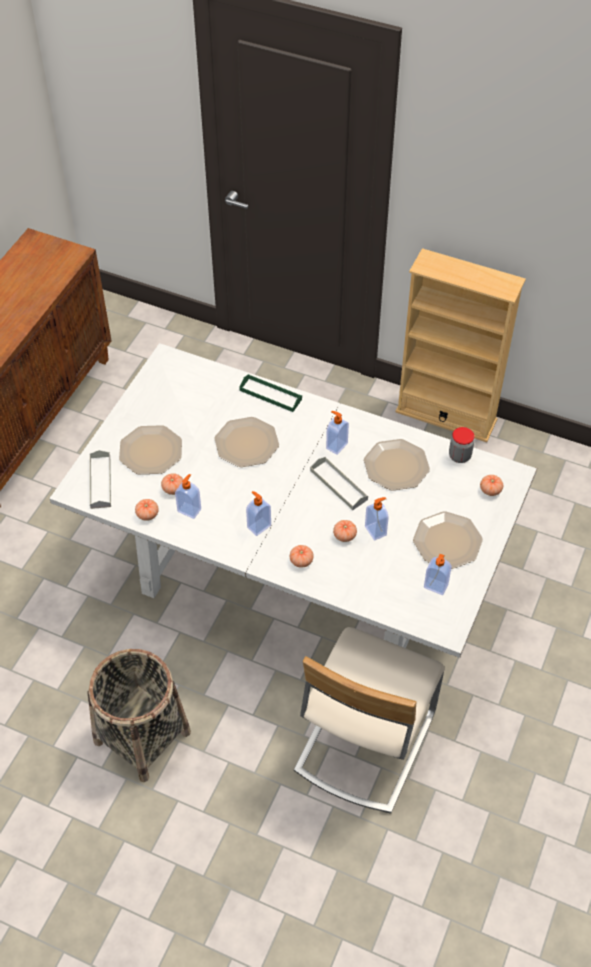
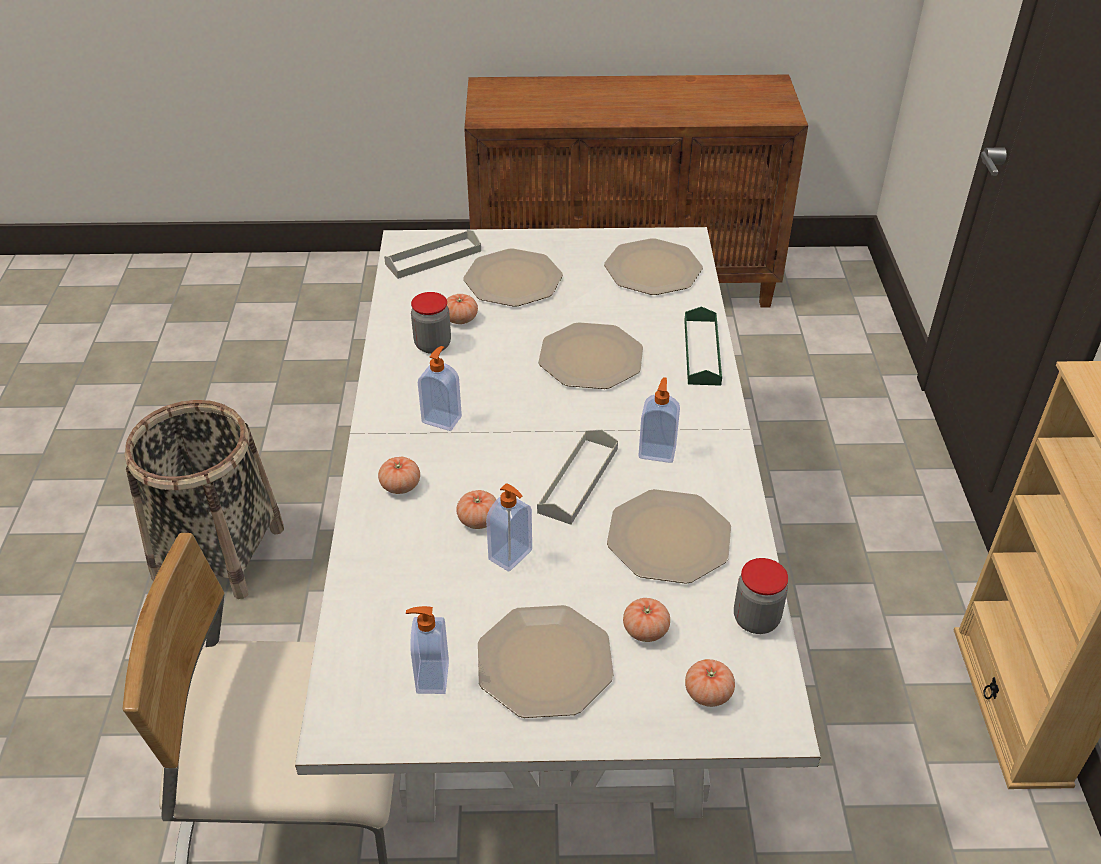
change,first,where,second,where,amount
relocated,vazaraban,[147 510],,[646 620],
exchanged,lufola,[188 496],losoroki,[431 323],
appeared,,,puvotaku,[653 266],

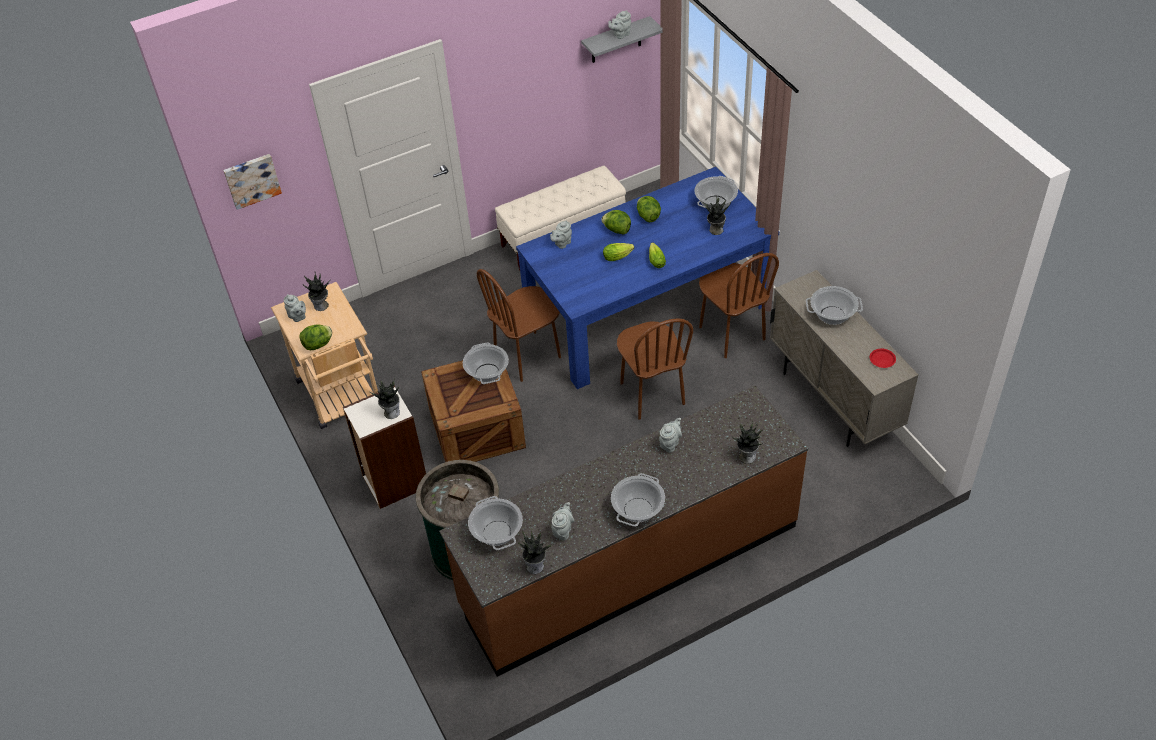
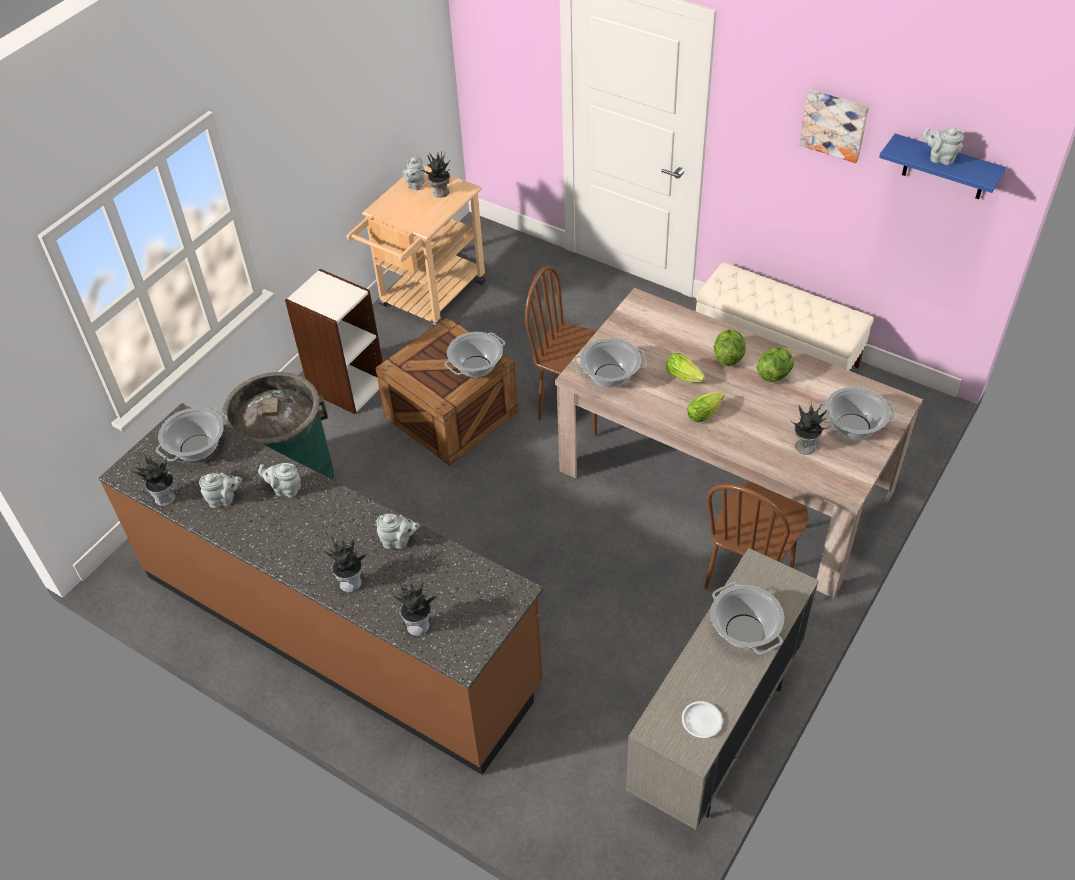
change,first,where,second,where,amount
relocated,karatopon,[252 182],,[834 126],
missing,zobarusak,[315 337],,,
relocated,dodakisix,[384 399],,[347 564],
colour,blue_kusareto,[647 278],beige_kusareto,[739 443],
relocated,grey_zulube,[561 234],,[279 480],
colour,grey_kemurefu,[621 39],blue_kemurefu,[943 166],
relocated,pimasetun,[638 500],,[610 363],
missing,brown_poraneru,[655 369],,,
colour,red_puvotaku,[883 358],white_puvotaku,[702 719],

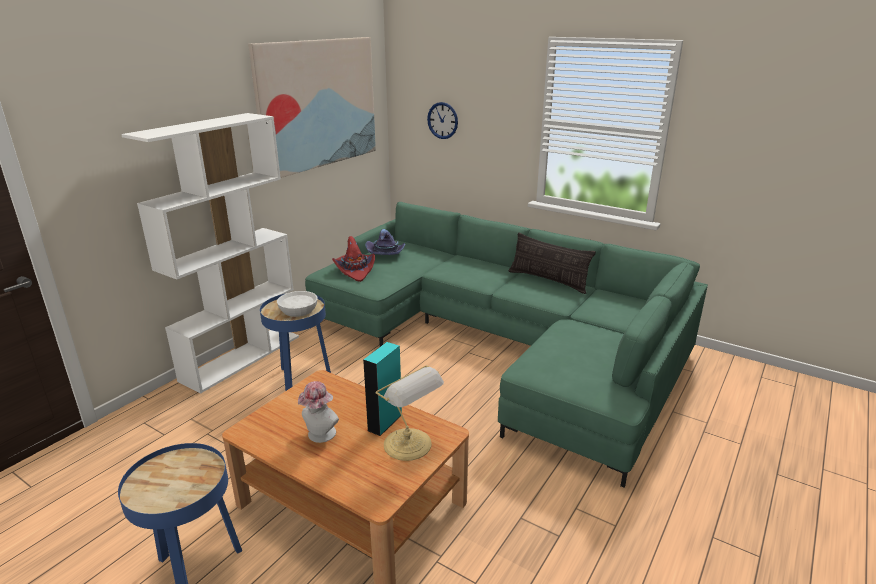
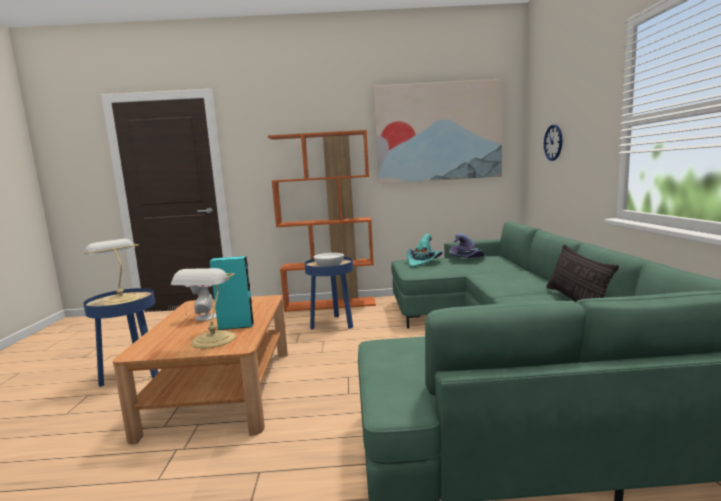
change,first,where,second,where,amount
colour,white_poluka,[210 253],orange_poluka,[321 221],
colour,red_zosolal,[353 259],turquoise_zosolal,[425 250],
appeared,,,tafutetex,[112 272],

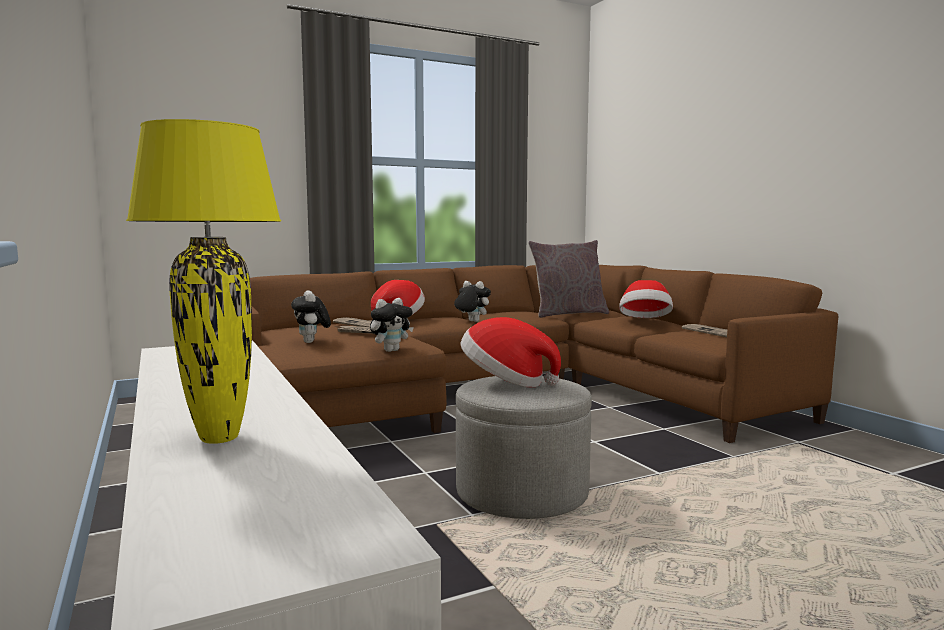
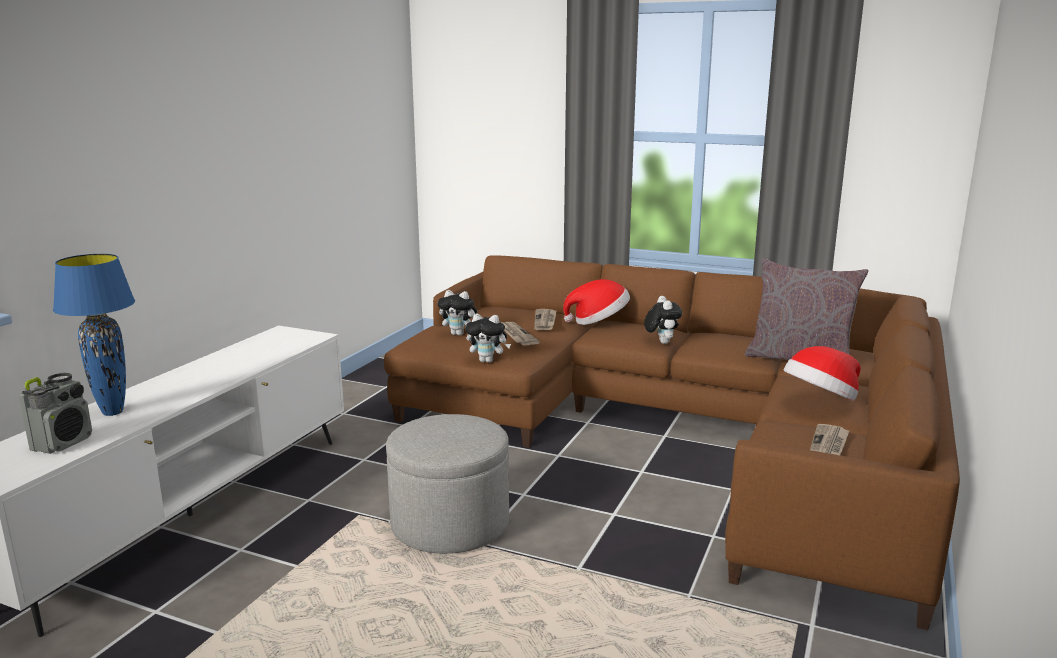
change,first,where,second,where,amount
colour,yellow_tafutetex,[203 281],blue_tafutetex,[94 335],
spun,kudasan,[311 316],,[457 313],105 degrees counterclockwise
missing,zosolal,[510 352],,,
appeared,,,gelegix,[55 413],

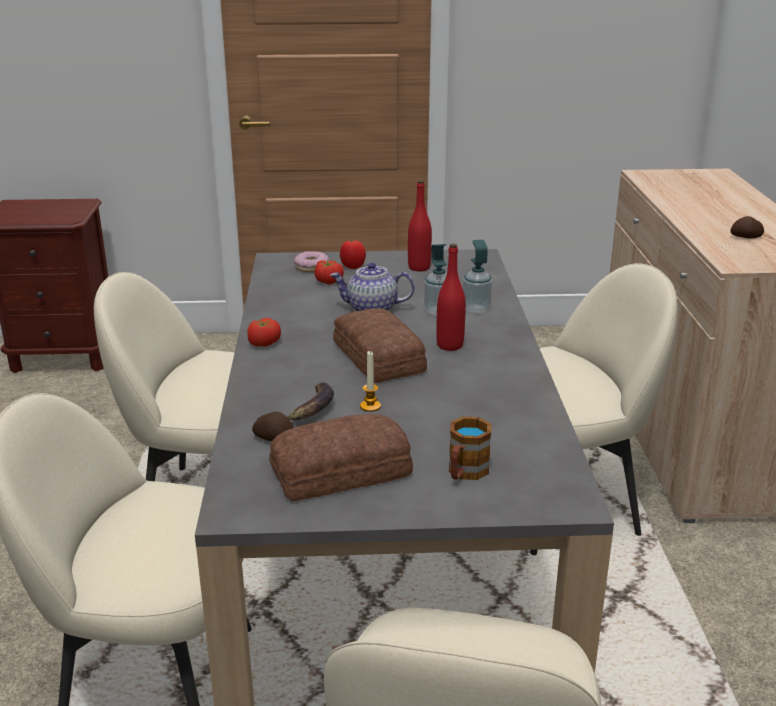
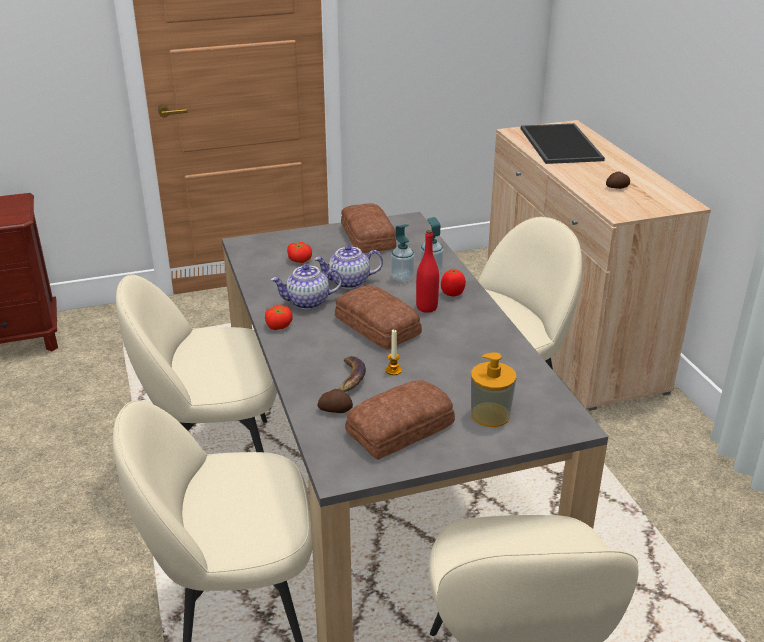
change,first,where,second,where,amount
missing,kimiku,[311 262],,,
relocated,vazaraban,[353 254],,[453 282],
exchanged,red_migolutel,[420 225],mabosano,[368 228],
exchanged,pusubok,[470 448],lufola,[493 389],
appeared,,,zulube,[307 287],
appeared,,,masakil,[562 143],

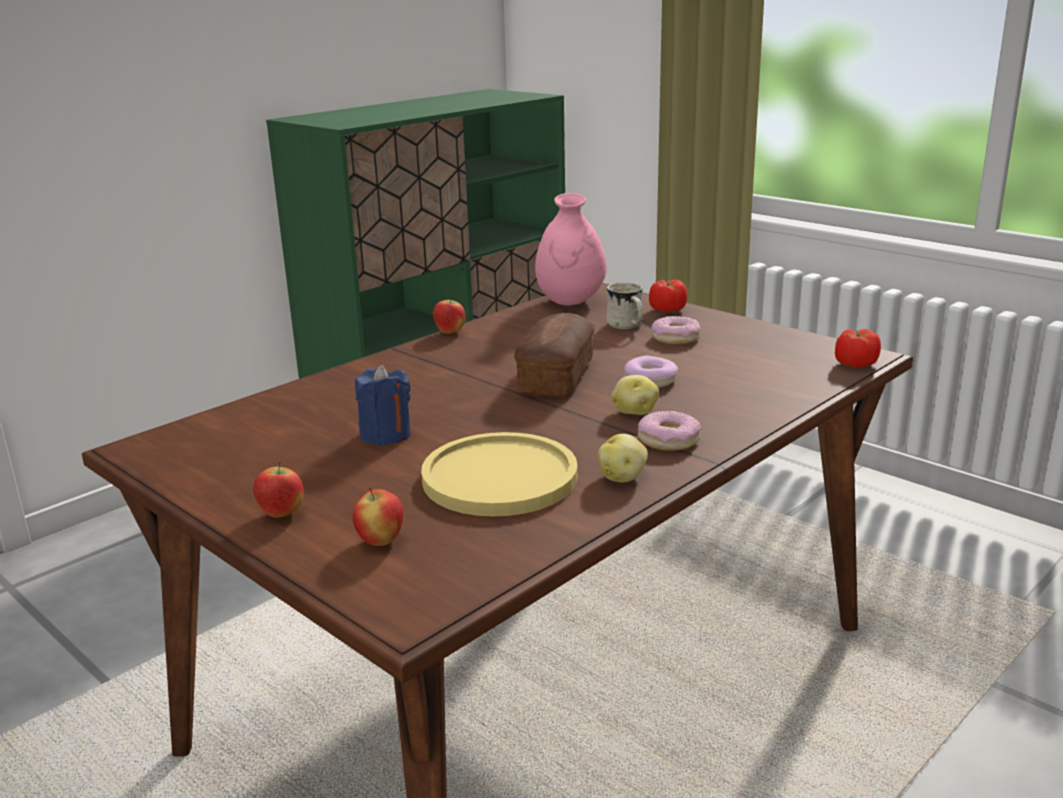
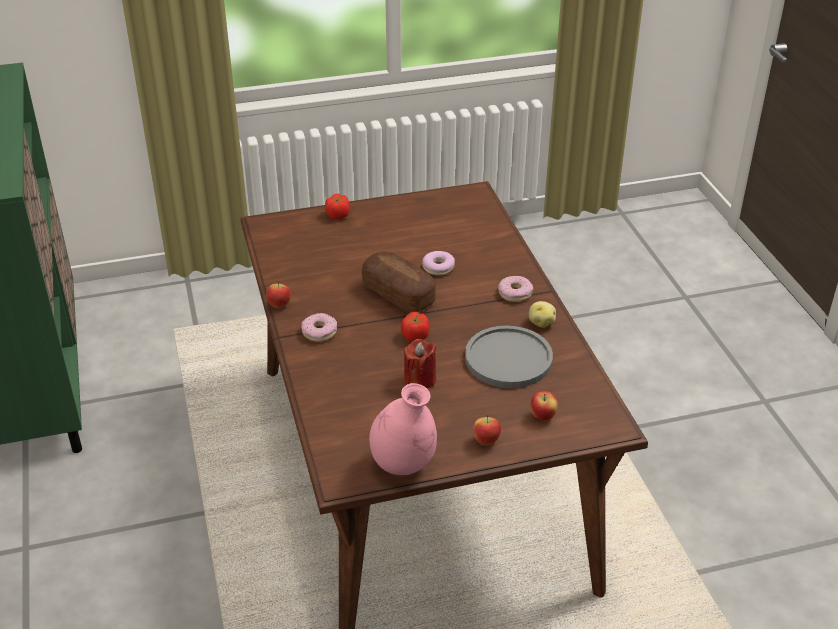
change,first,where,second,where,amount
colour,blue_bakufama,[383 405],red_bakufama,[420 364],
colour,yellow_puvotaku,[499 474],grey_puvotaku,[509 357],
relocated,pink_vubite,[571 249],,[403 429],
missing,white_pusubok,[624 305],,,
missing,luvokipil,[635 395],,,
relocated,kimiku,[676 330],,[319 327],
relocated,vazaraban,[858 348],,[415 327],

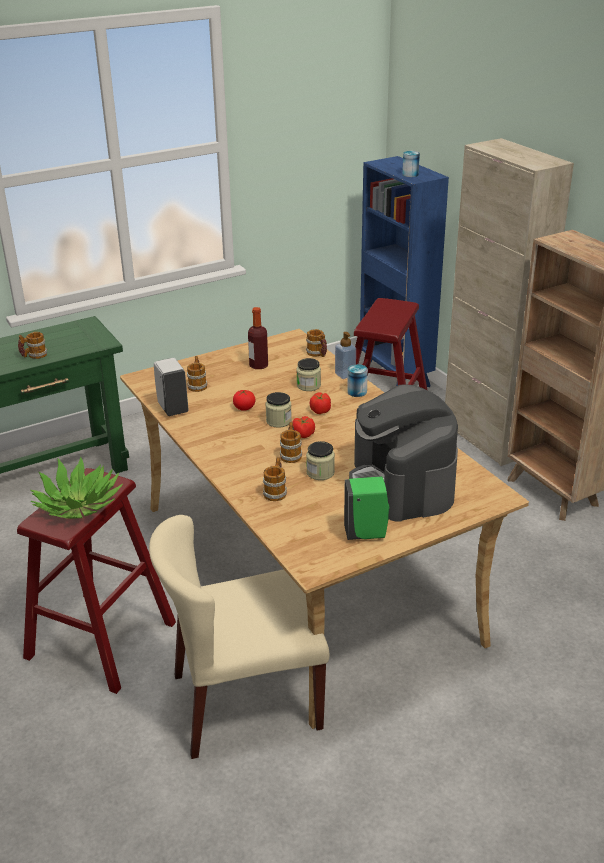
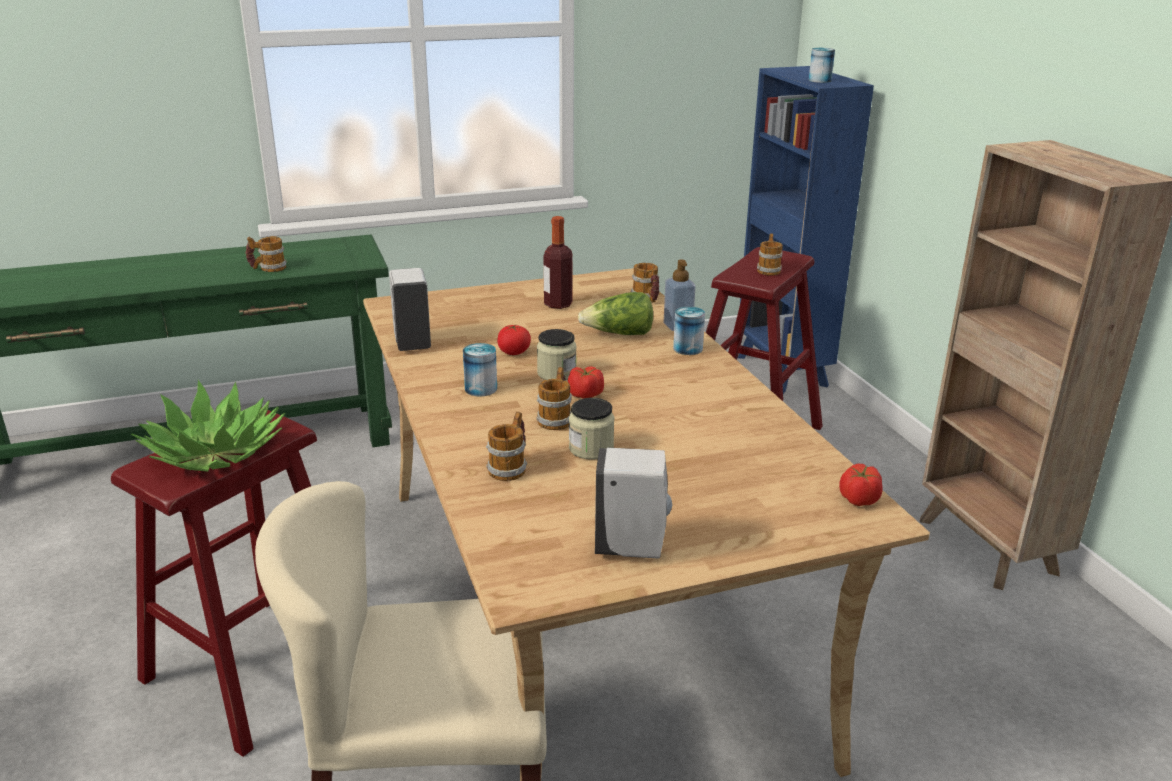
change,first,where,second,where,amount
relocated,pusubok,[197 374],,[770 254],
exchanged,losoroki,[308 374],zobarusak,[615 313],
relocated,vazaraban,[320 403],,[861 485],
colour,green_lufola,[366 508],white_lufola,[633 503],
missing,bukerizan,[403 453],,,
missing,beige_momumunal,[509 302],,,
appeared,,,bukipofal,[480 369],

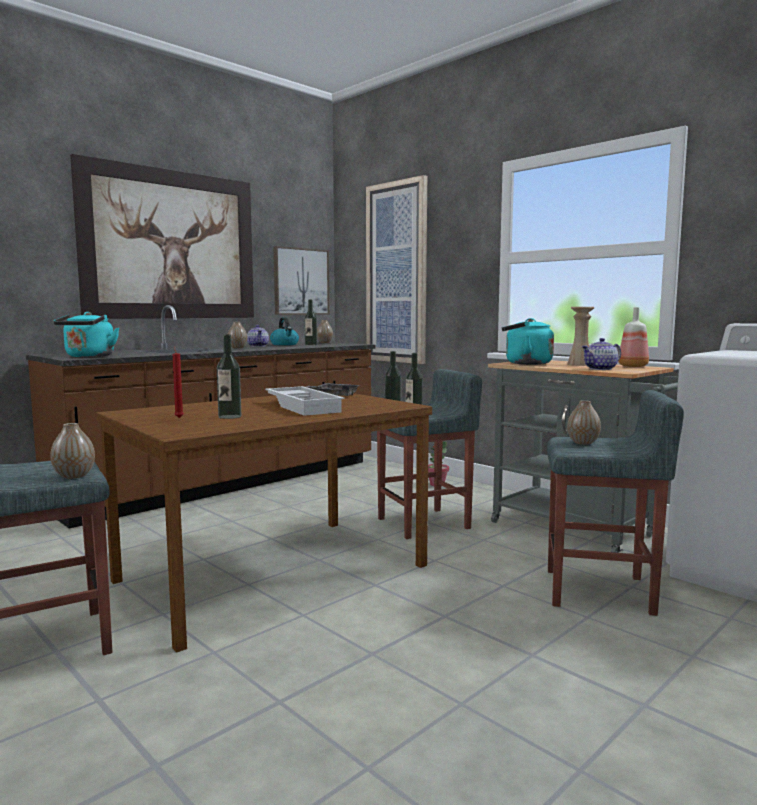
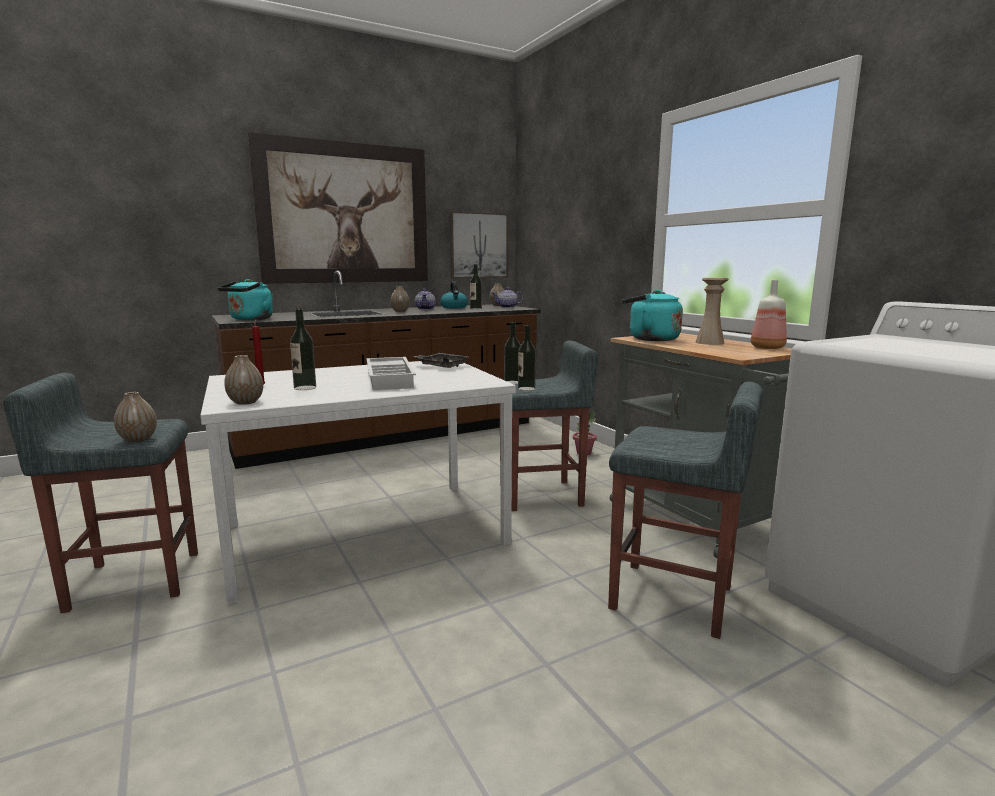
change,first,where,second,where,amount
colour,brown_kusareto,[264 523],white_kusareto,[358 483],
missing,karatopon,[396 269],,,
relocated,vubite,[584 422],,[243 380],
relocated,zulube,[601 354],,[508 298],

